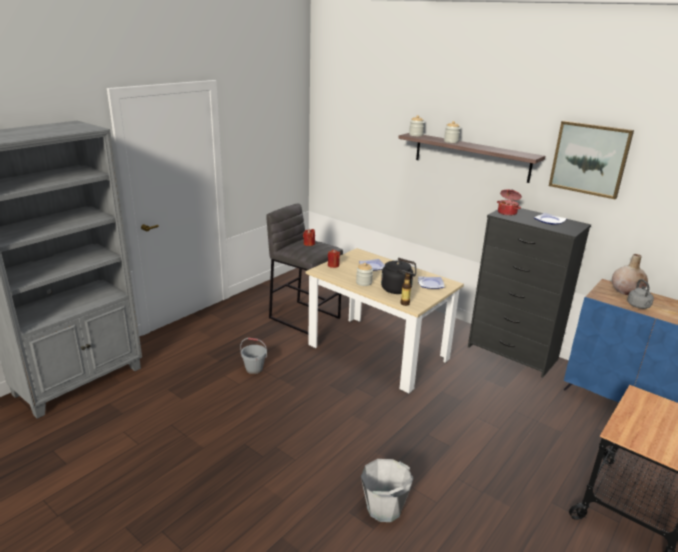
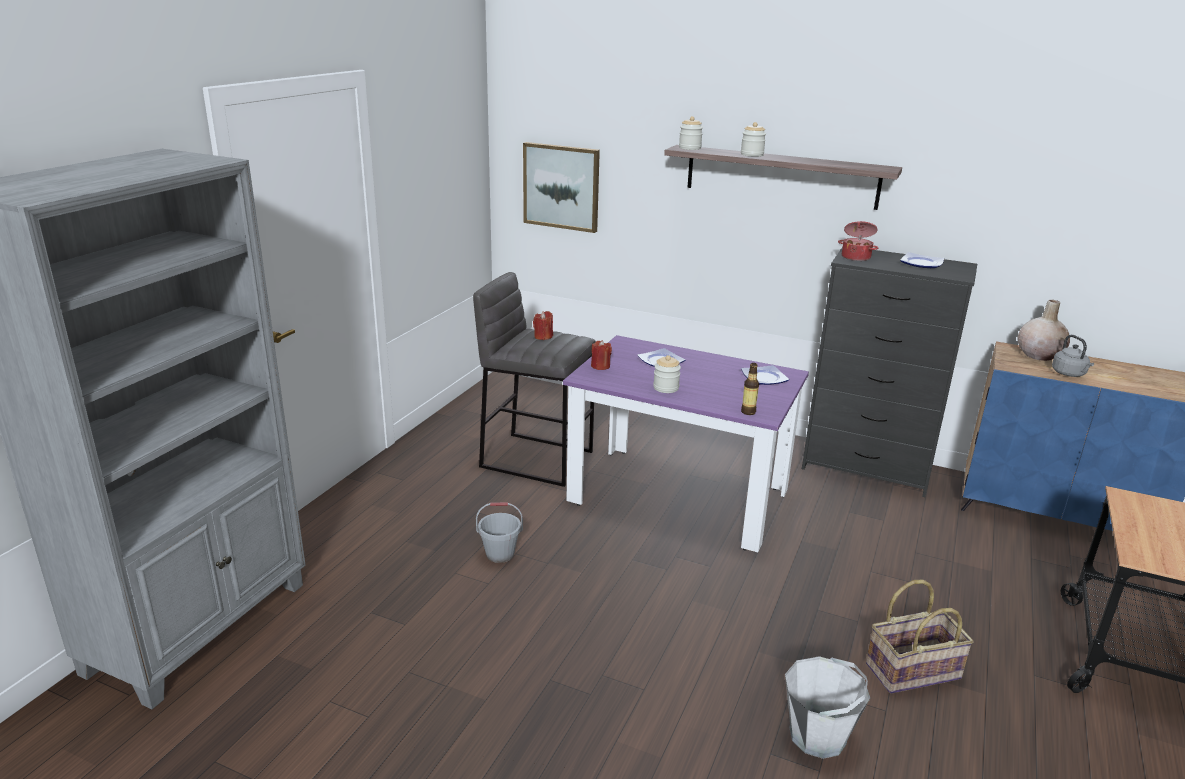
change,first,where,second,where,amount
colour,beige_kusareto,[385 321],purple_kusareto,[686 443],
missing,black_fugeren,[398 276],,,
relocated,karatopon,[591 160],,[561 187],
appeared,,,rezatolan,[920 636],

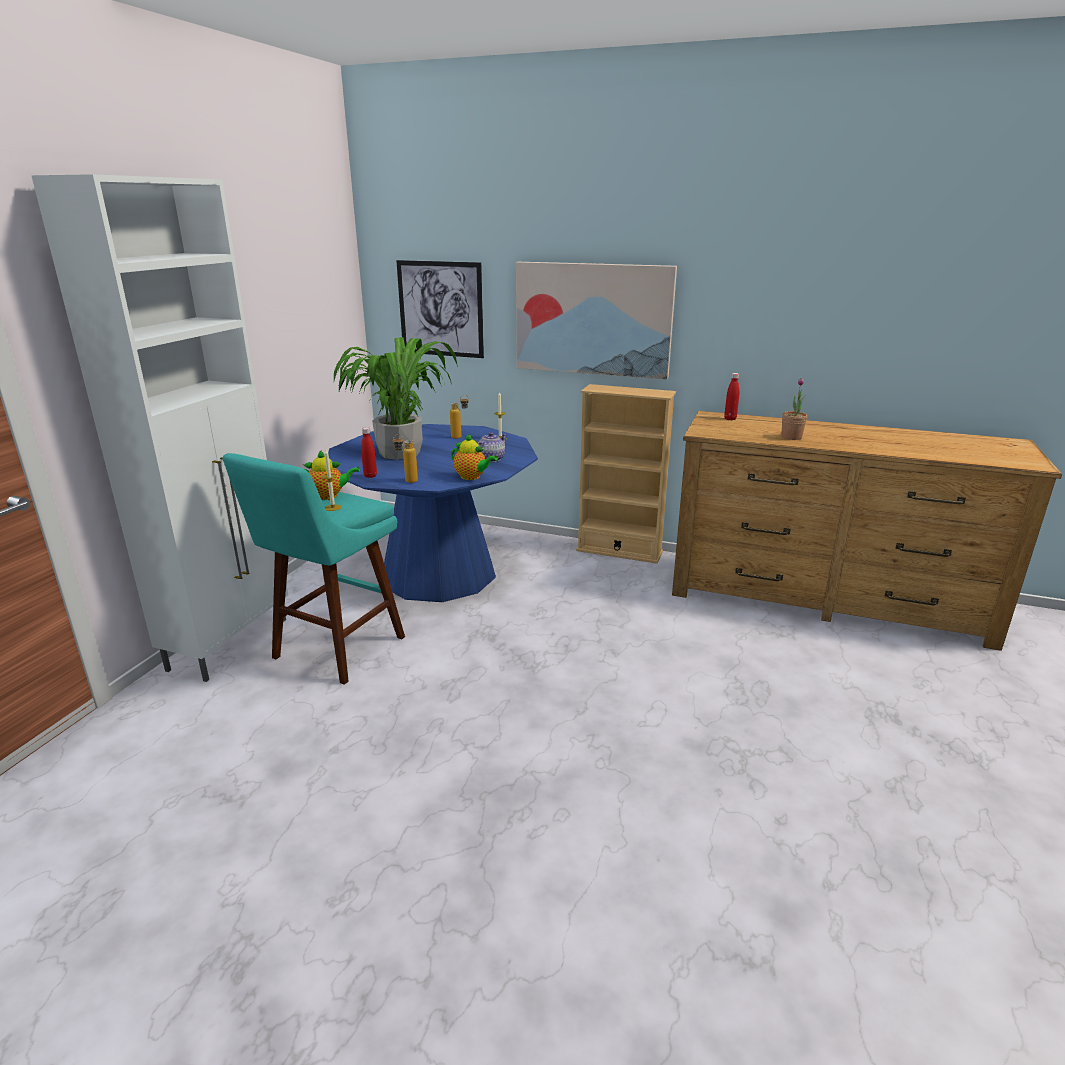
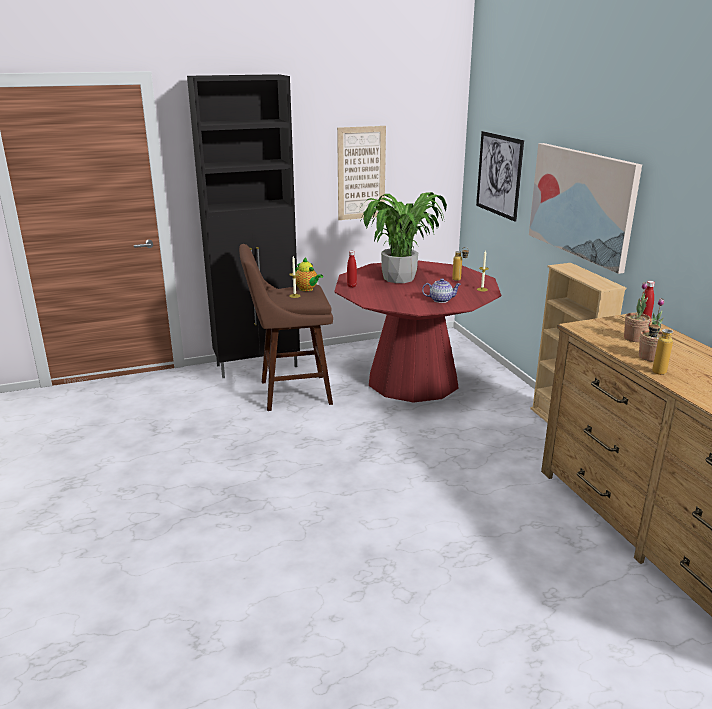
change,first,where,second,where,amount
colour,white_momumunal,[159 428],black_momumunal,[243 226],
colour,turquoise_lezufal,[314 569],brown_lezufal,[286 327],
colour,blue_kusareto,[433 513],red_kusareto,[417 332],
relocated,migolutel,[405 458],,[660 347],
missing,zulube,[474 456],,,
appeared,,,karatopon,[361 173],
appeared,,,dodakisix,[637 312],

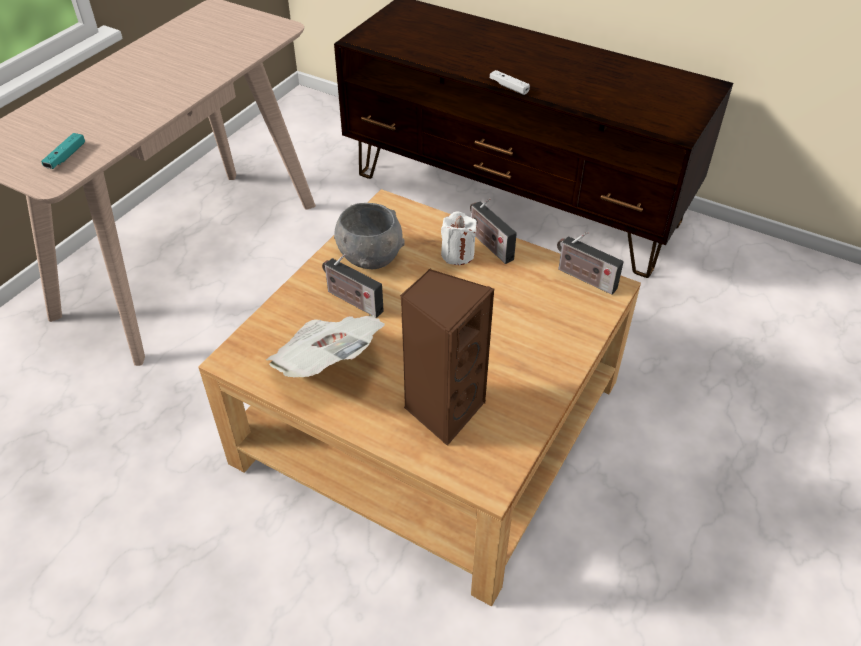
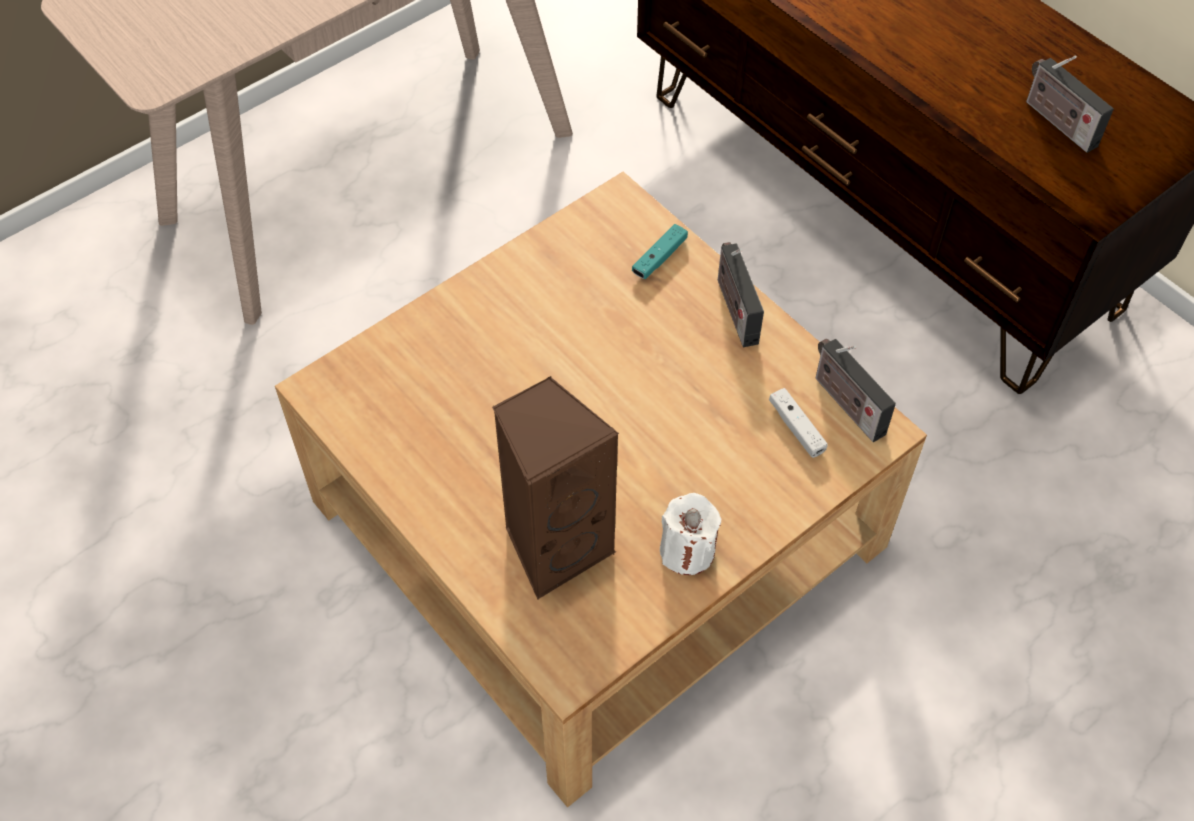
change,first,where,second,where,amount
relocated,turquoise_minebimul,[63 151],,[660 251],
missing,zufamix,[325 346],,,
relocated,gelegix,[353 286],,[1070 104],
missing,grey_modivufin,[369 236],,,
relocated,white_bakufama,[459 238],,[690 534],
relocated,white_minebimul,[510 82],,[798 423],

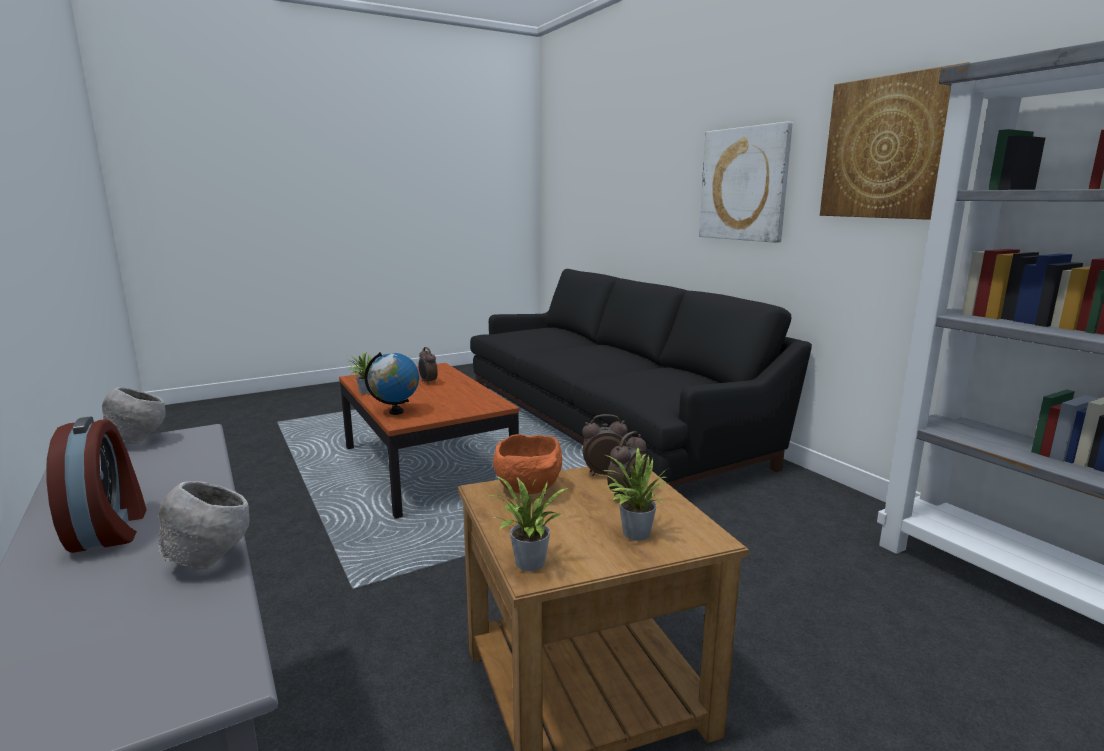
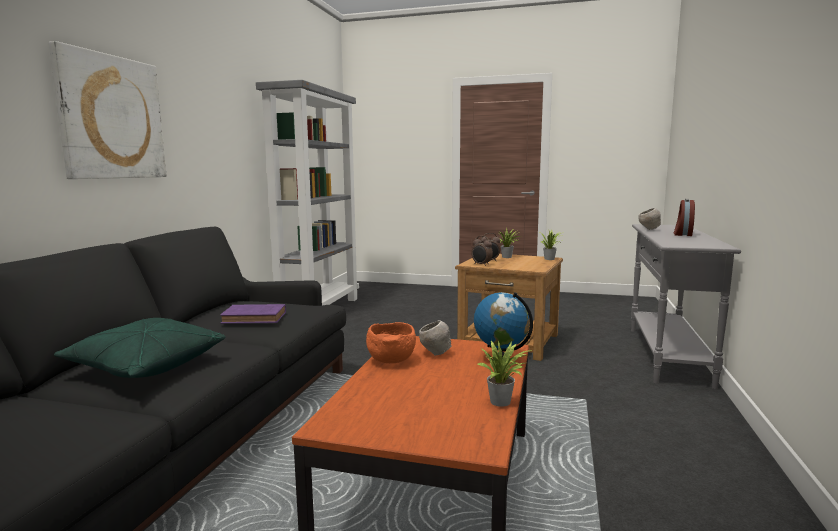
change,first,where,second,where,amount
relocated,grey_modivufin,[134 415],,[435 338],
missing,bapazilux,[428 366],,,
relocated,orange_modivufin,[527 464],,[391 342],
missing,karatopon,[894 141],,,
appeared,,,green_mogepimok,[140 348],
appeared,,,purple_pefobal,[253 314],

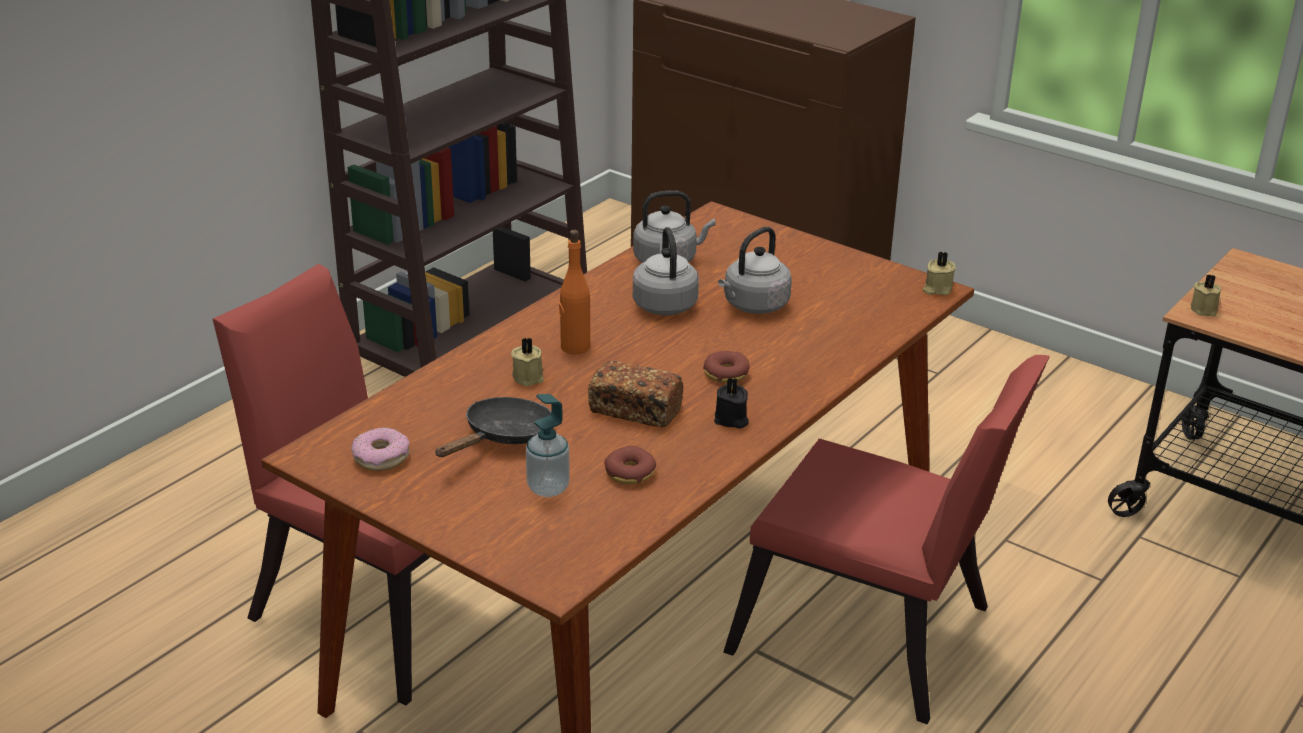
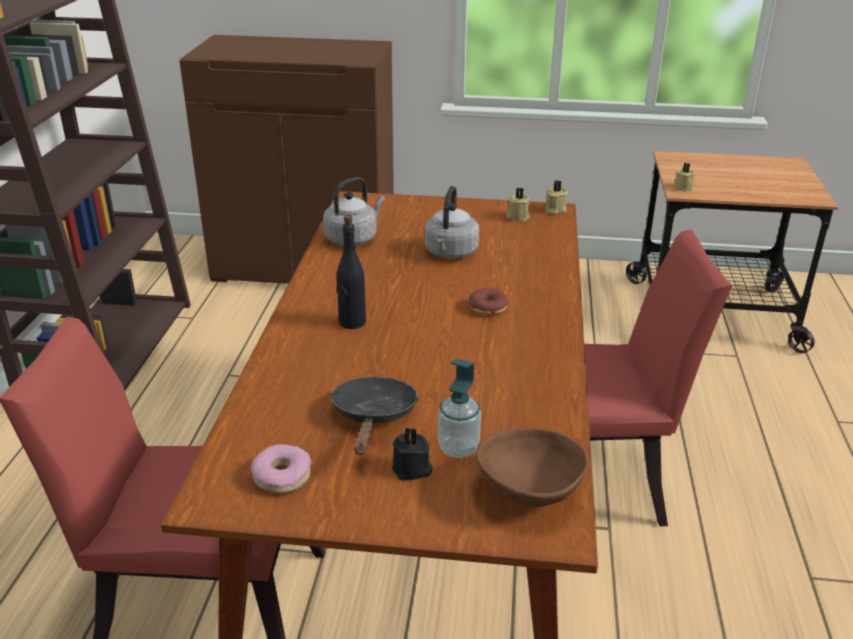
change,first,where,second,where,amount
relocated,beige_bakufama,[527 361],,[518 204],
colour,orange_migolutel,[574 292],black_migolutel,[351 272],
missing,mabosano,[636 394],,,
missing,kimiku,[630 465],,,
missing,grey_fugeren,[666 271],,,
relocated,black_bakufama,[731 403],,[412 454],
appeared,,,brown_modivufin,[532 467],

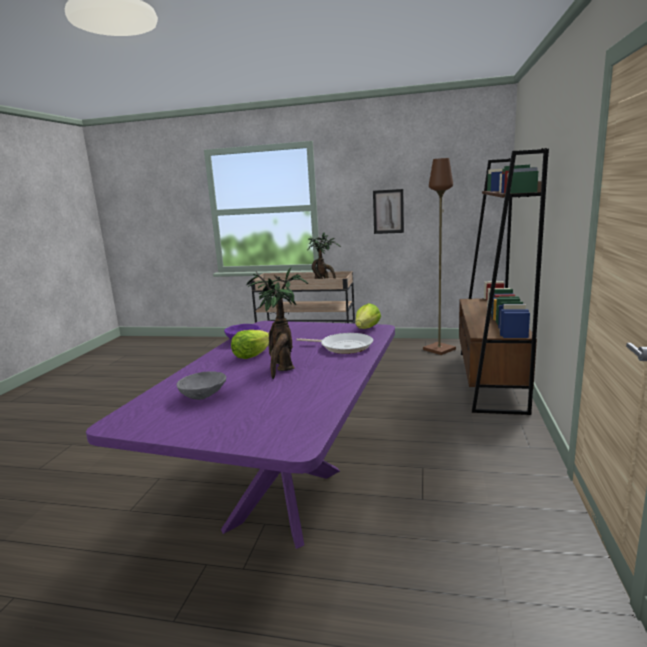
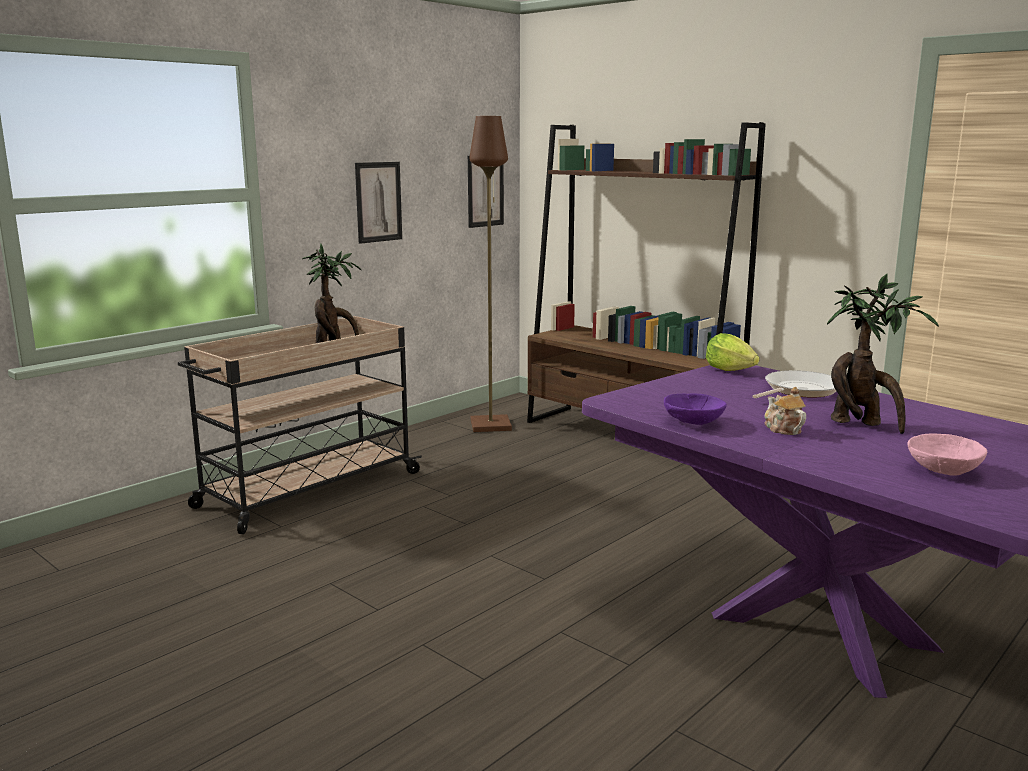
change,first,where,second,where,amount
colour,grey_modivufin,[201 385],pink_modivufin,[947 454],
exchanged,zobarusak,[250 344],zulube,[785 411],
appeared,,,karatopon,[486 192],

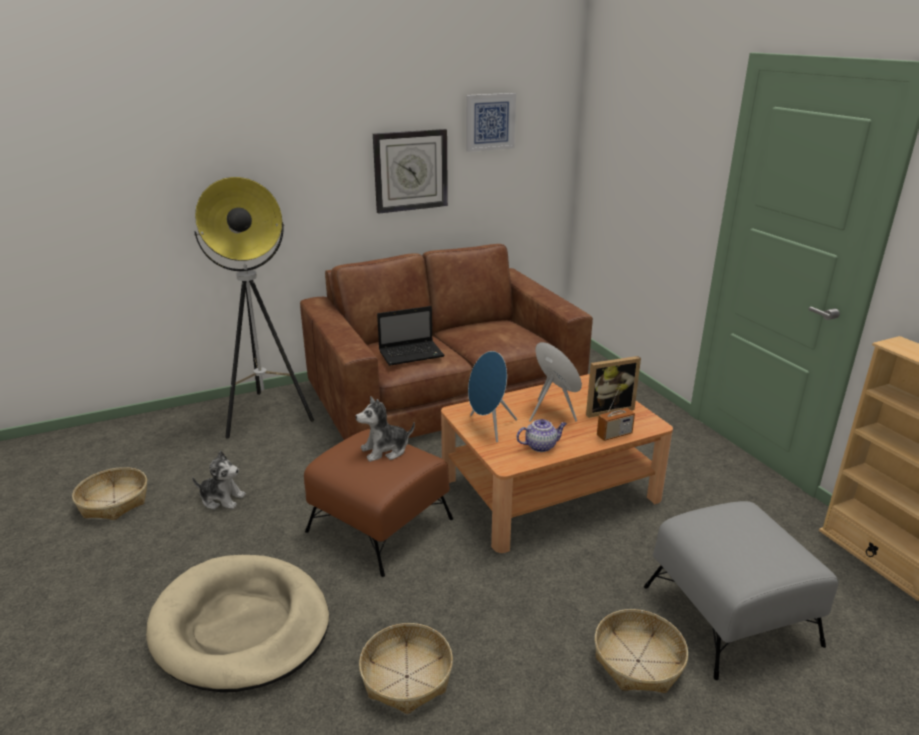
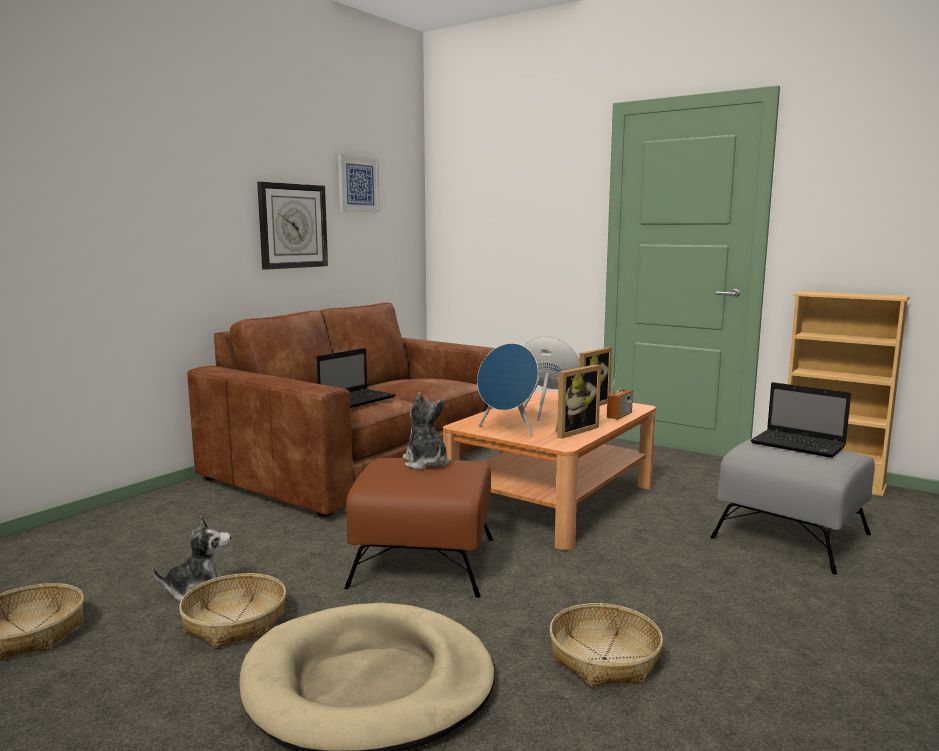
change,first,where,second,where,amount
missing,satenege,[254 308],,,
spun,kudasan,[385 429],,[426 431],120 degrees clockwise
exchanged,zulube,[541 435],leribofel,[578 401],
relocated,rezatolan,[641 651],,[232 611],
appeared,,,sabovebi,[801 420],

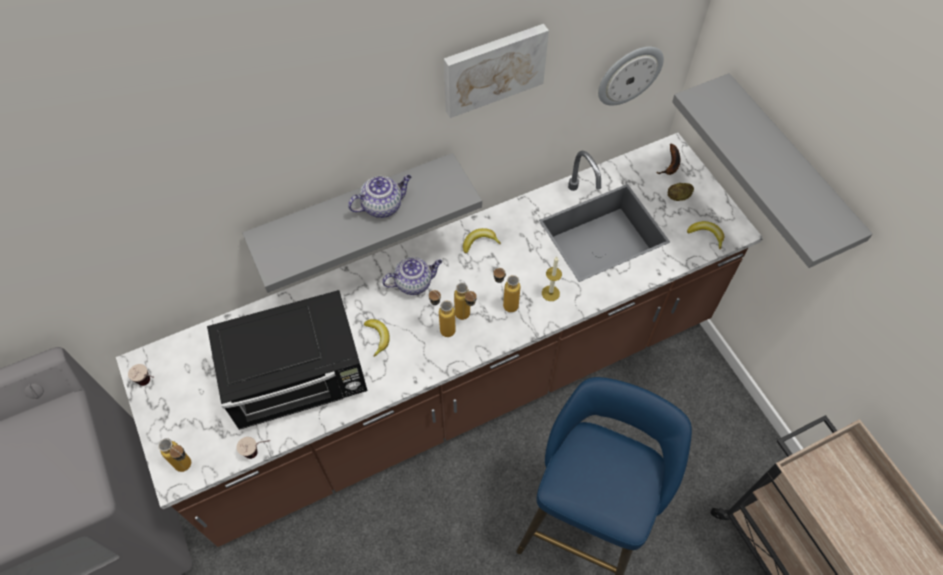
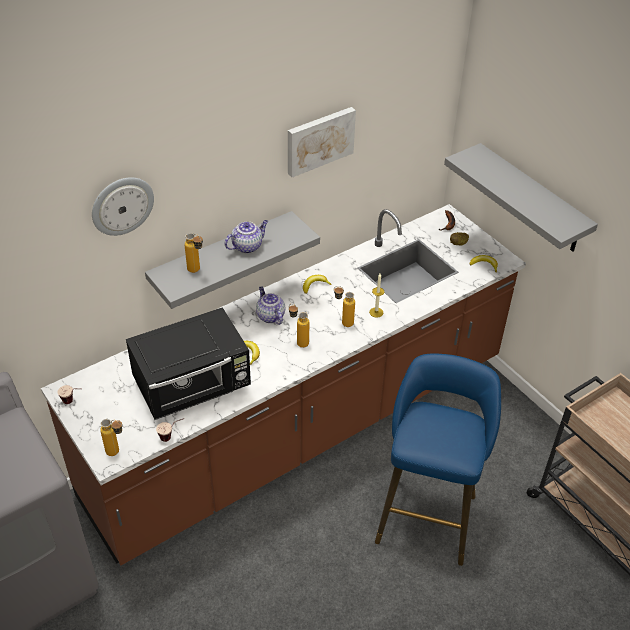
change,first,where,second,where,amount
spun,zulube,[412 276],,[271 305],90 degrees counterclockwise
relocated,migolutel,[465 301],,[194 253],
relocated,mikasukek,[631 76],,[123 206],

